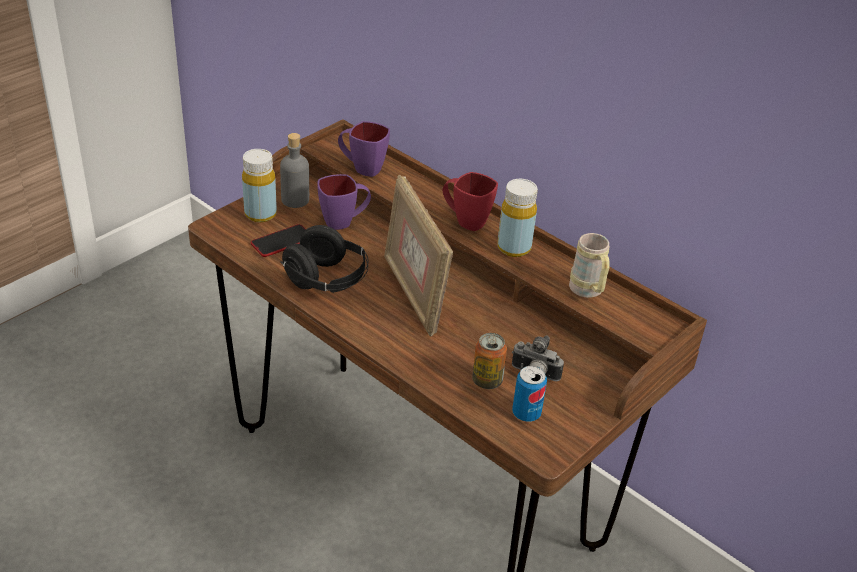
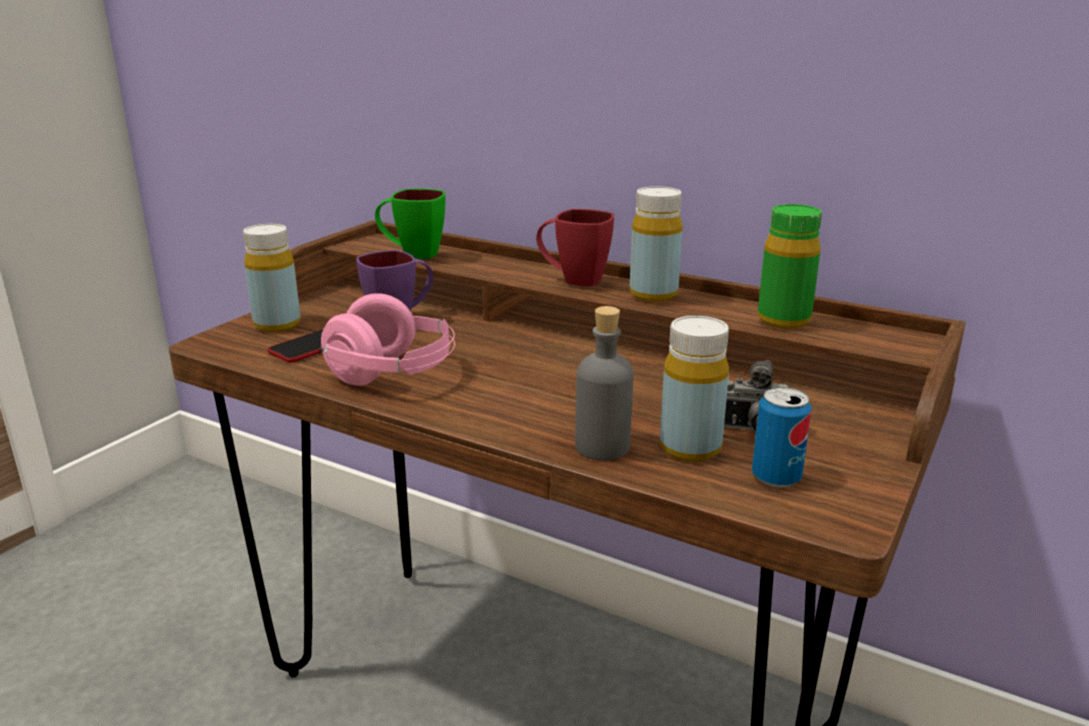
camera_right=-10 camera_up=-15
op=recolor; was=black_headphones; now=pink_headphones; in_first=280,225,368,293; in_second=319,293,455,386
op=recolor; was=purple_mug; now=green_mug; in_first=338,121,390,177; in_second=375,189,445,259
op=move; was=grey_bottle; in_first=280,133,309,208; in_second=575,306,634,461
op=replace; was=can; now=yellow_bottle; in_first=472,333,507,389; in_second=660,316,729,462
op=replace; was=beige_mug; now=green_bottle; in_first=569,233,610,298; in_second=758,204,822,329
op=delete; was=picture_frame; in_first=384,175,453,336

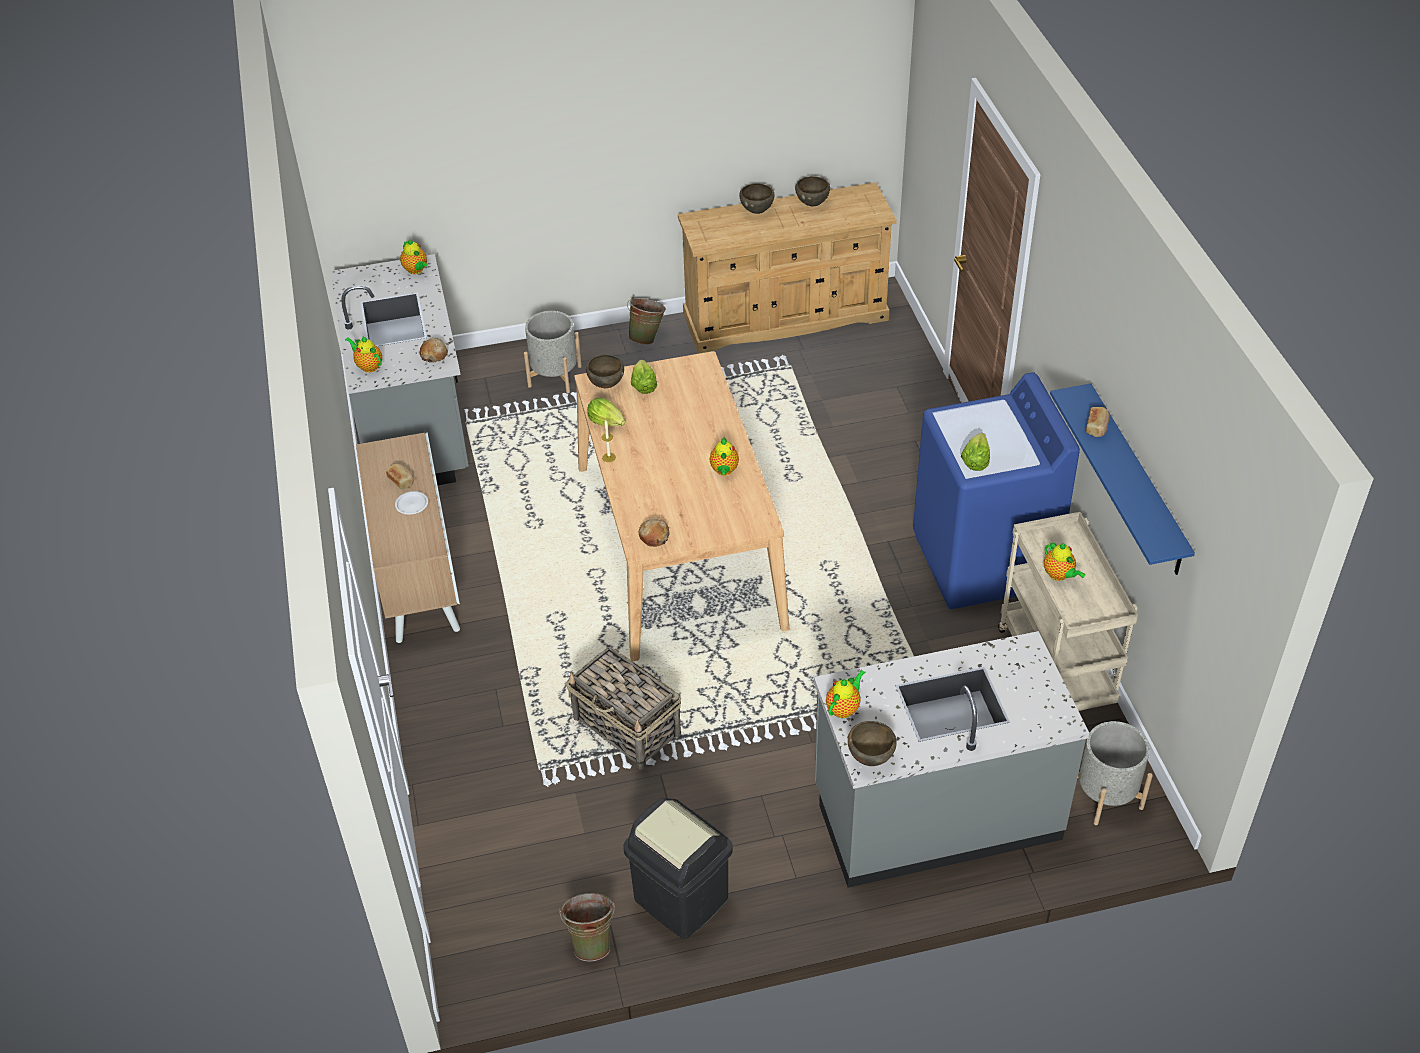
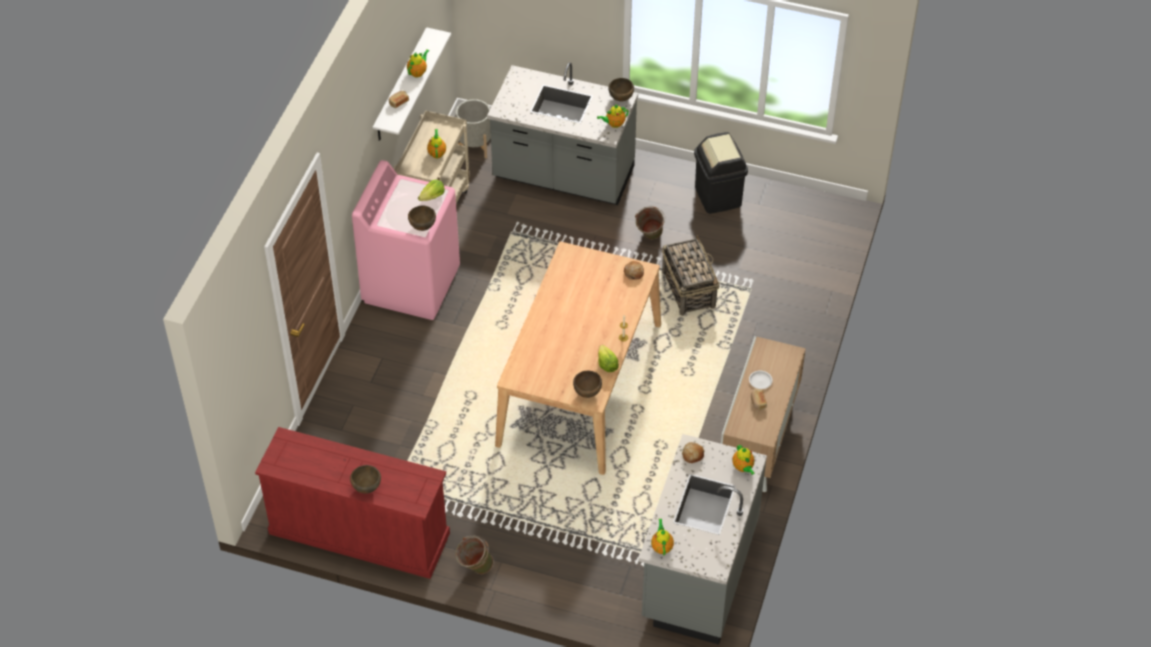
camera_right=-150 camera_up=5
op=recolor; was=beige_dresser; now=red_dresser; in_first=678,182,897,353; in_second=255,427,450,579
op=recolor; was=blue_washing_machine; now=pink_washing_machine; in_first=913,372,1080,609; in_second=352,160,460,320
op=recolor; was=blue_shelf; now=white_shelf; in_first=1050,383,1195,575; in_second=373,27,451,141
op=move; was=teapot; in_first=710,437,739,475; in_second=407,50,429,77
op=move; was=brown_bowl; in_first=795,176,830,207; in_second=408,205,436,231
op=move; was=green_bucket; in_first=559,893,615,961; in_second=635,207,665,239
op=delete; was=grey_planter; in_first=524,311,582,393
op=delete; was=lettuce; in_first=631,360,657,394

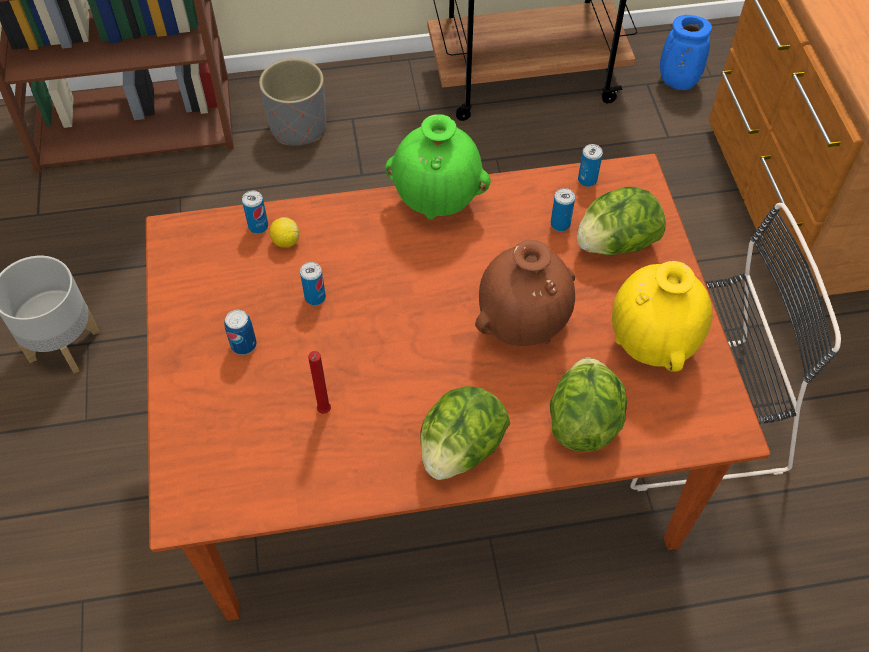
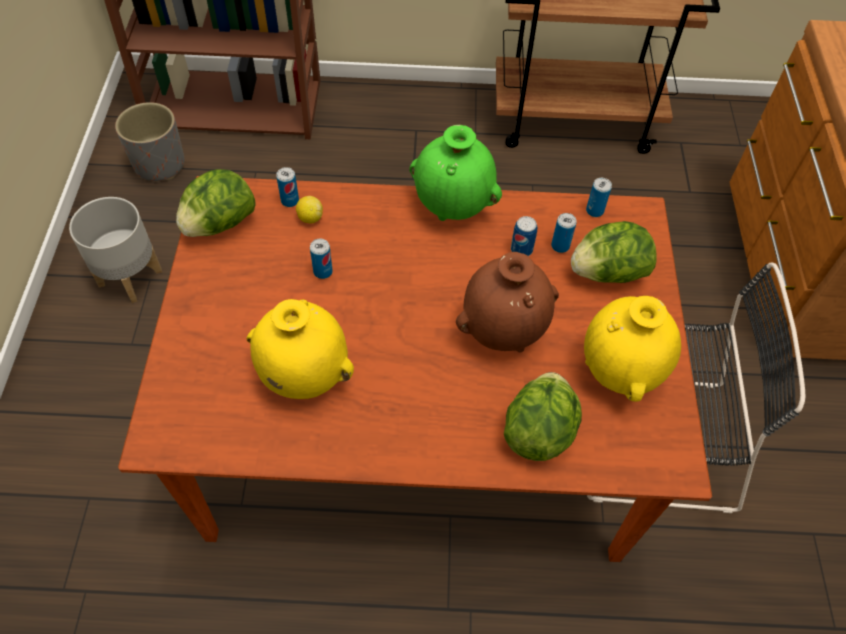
camera_right=10 camera_up=0
op=move; was=grey_planter; in_first=259,58,326,145; in_second=115,102,185,181
op=move; was=lettuce; in_first=420,386,510,480; in_second=176,169,256,237
op=replace; was=red_candle; now=yellow_vase; in_first=308,351,331,414; in_second=247,299,354,399
op=move; was=can; in_first=224,310,257,355; in_second=511,216,537,256
op=delete; was=blue_vase; in_first=660,15,712,90

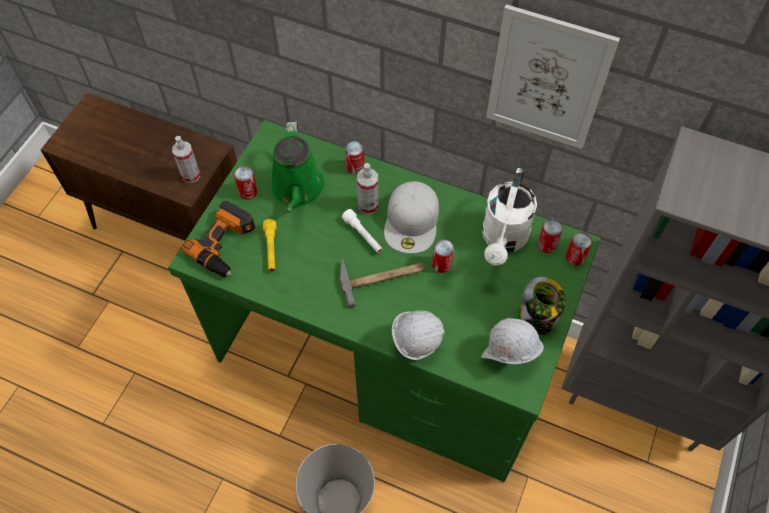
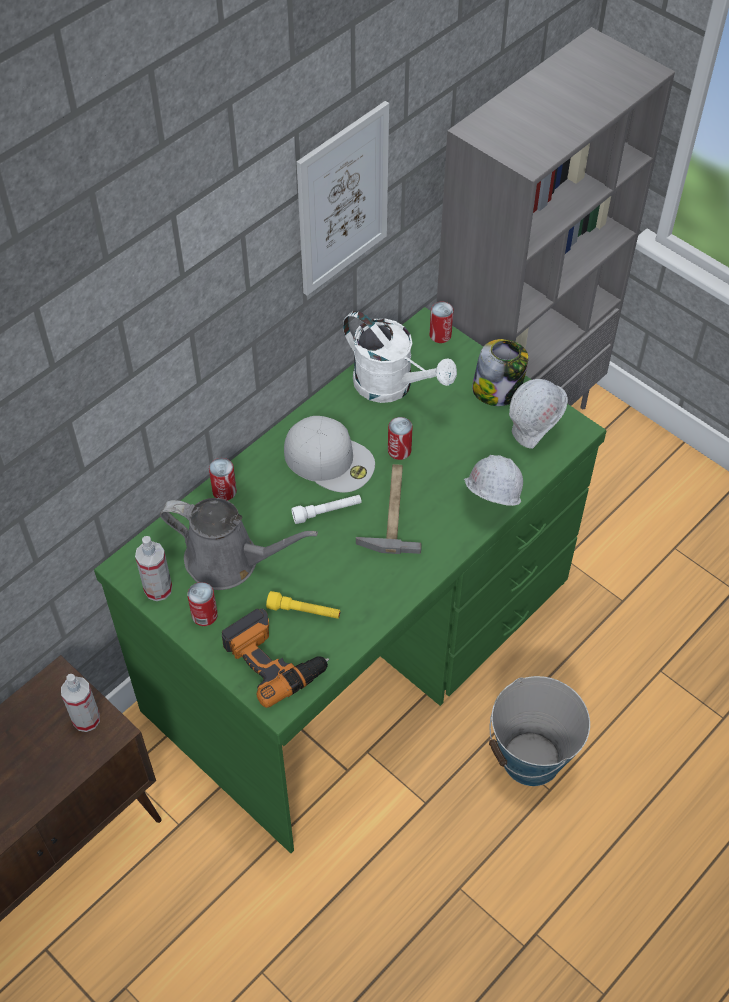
camera_right=-70 camera_up=-5
op=move; was=spray_bottle; in_first=357,163,378,215; in_second=135,536,172,601
op=recolor; was=green_watering_can; now=grey_watering_can; in_first=270,122,325,213; in_second=160,498,318,590
op=delete; was=can; in_first=537,219,563,253

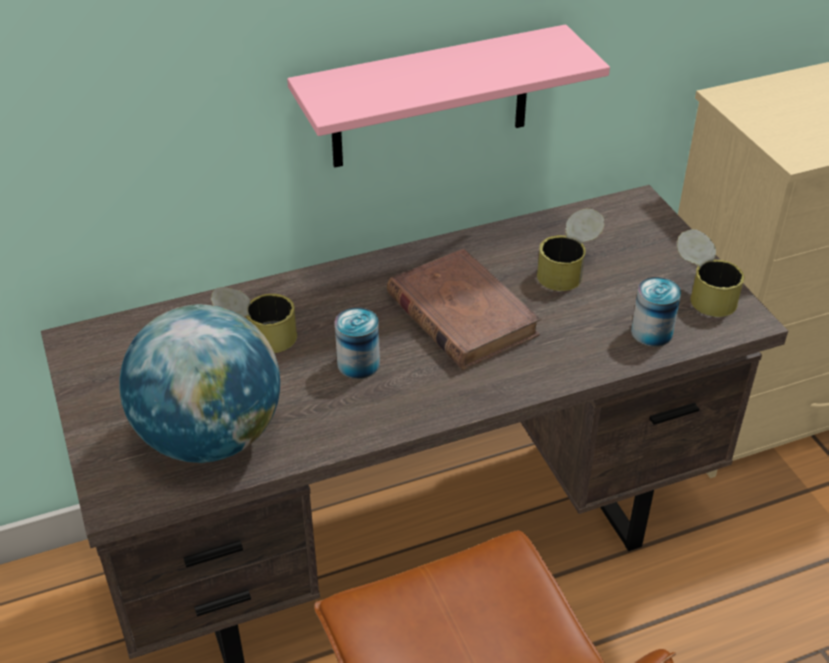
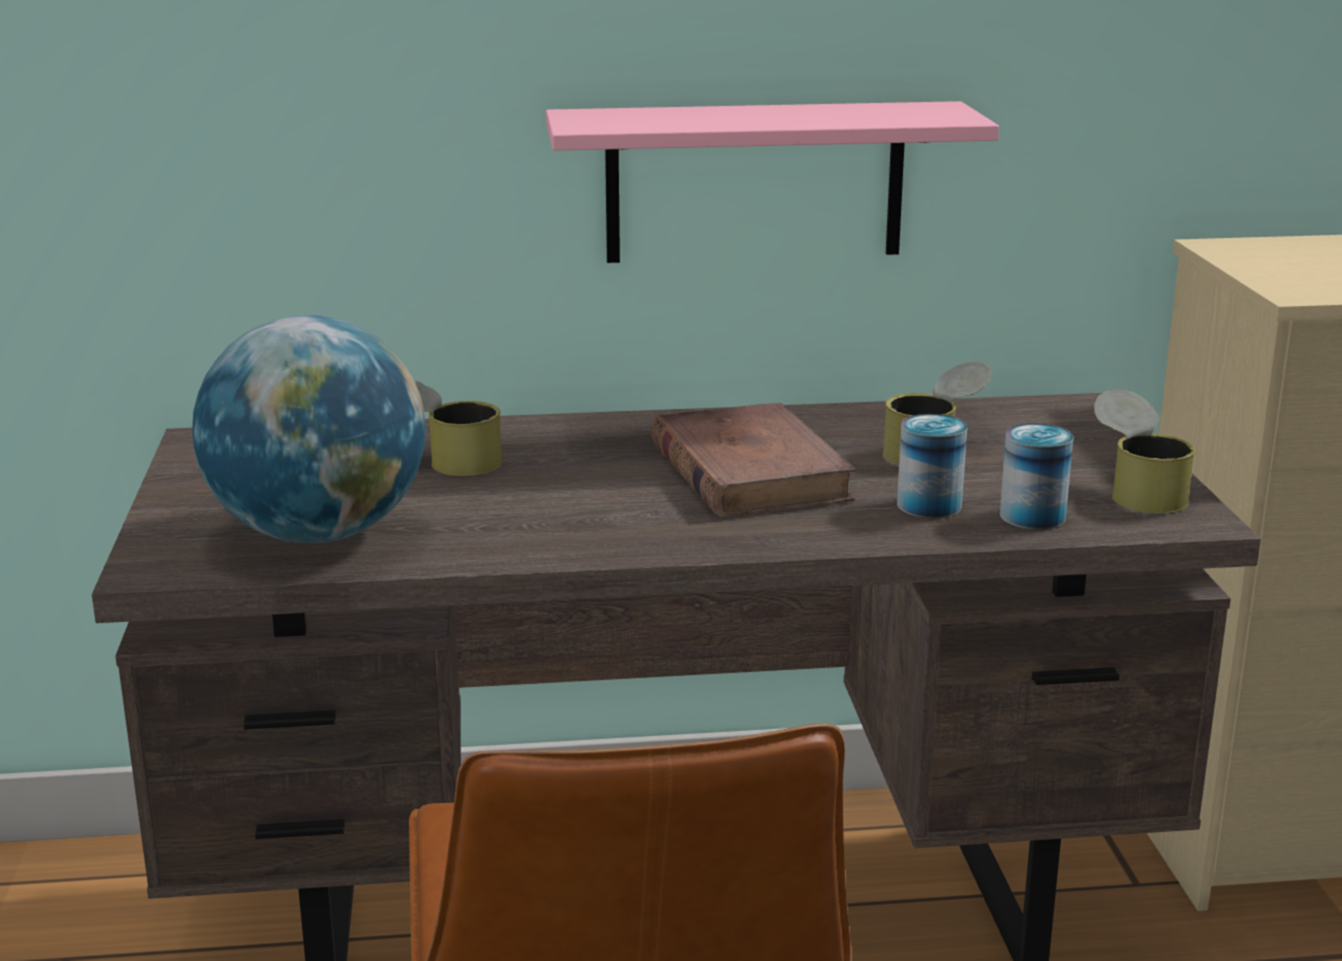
camera_right=15 camera_up=-20
op=move; was=can; in_first=335,307,380,379; in_second=897,414,967,518

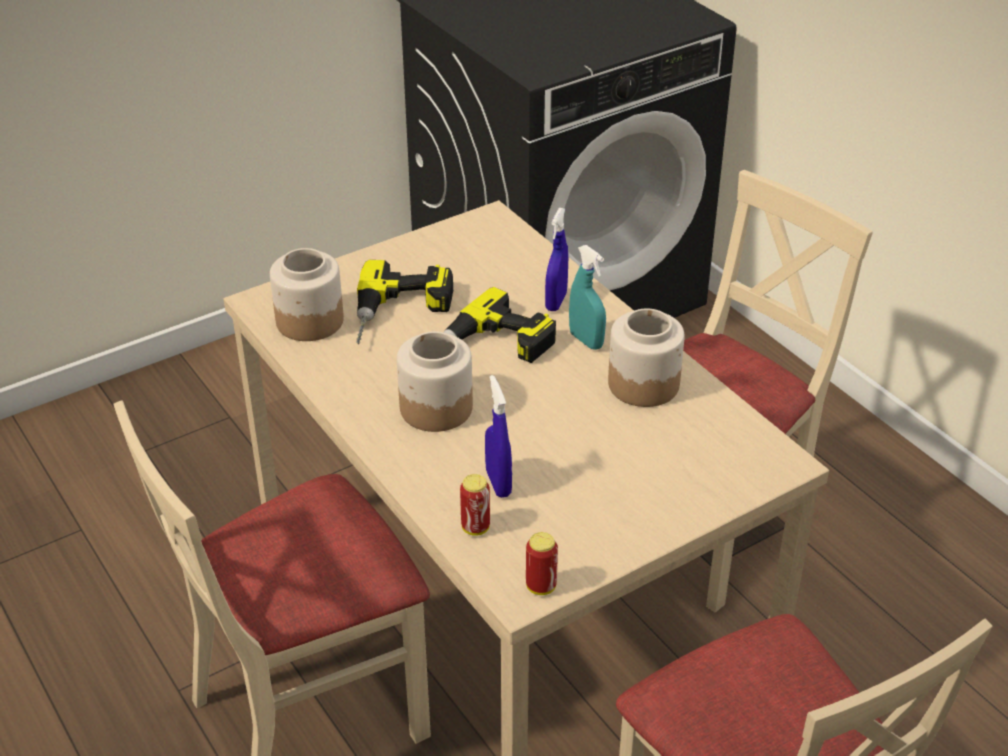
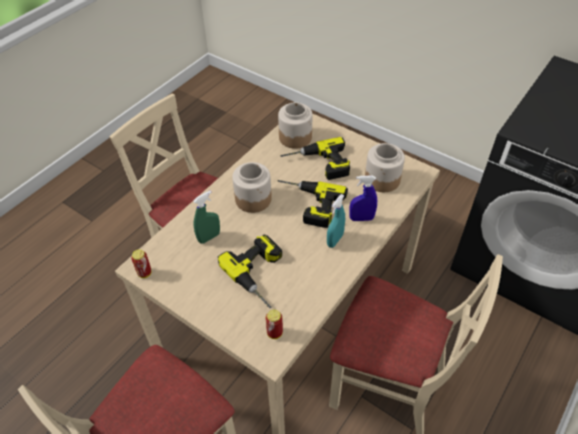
camera_right=70 camera_up=10
op=recolor; was=blue_spray_bottle; now=green_spray_bottle; in_first=485,375,512,498; in_second=193,191,220,244
op=insert; now=power_drill; in_second=218,234,282,308
op=move; was=can; in_first=460,474,490,536; in_second=266,310,283,339
op=move; was=jar; in_first=608,308,685,407; in_second=365,143,405,192

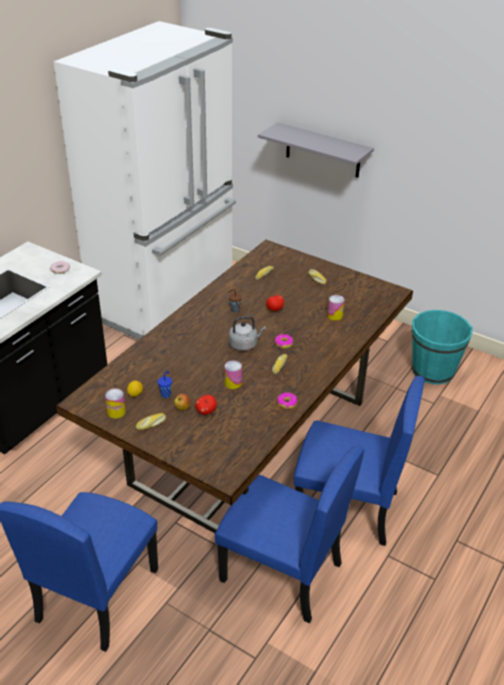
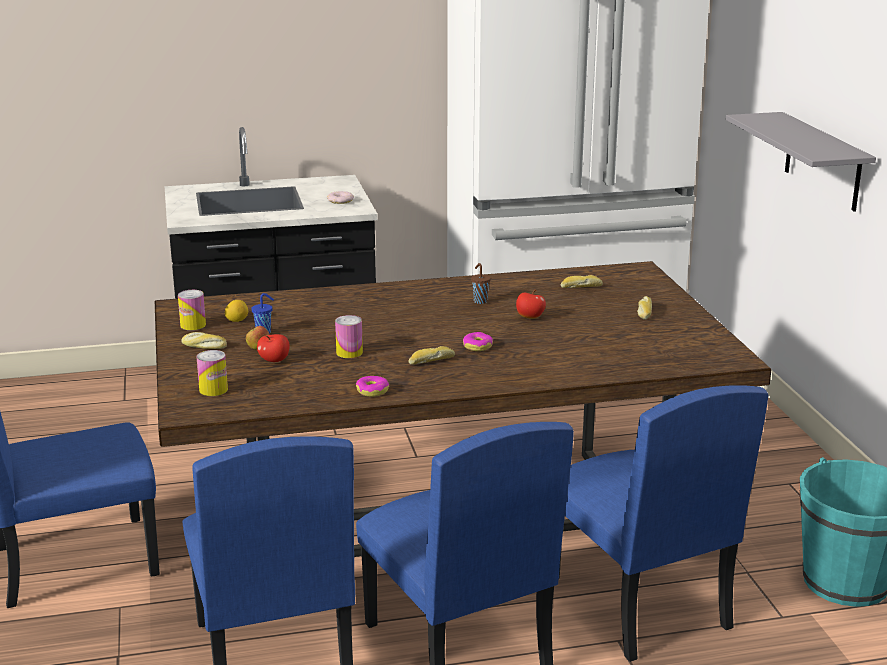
camera_right=45 camera_up=-15
op=move; was=can; in_first=327,295,344,321; in_second=197,350,228,396
op=insert; now=blue_chair; in_second=559,385,768,662
op=delete; was=grey_kettle; in_first=229,316,266,351

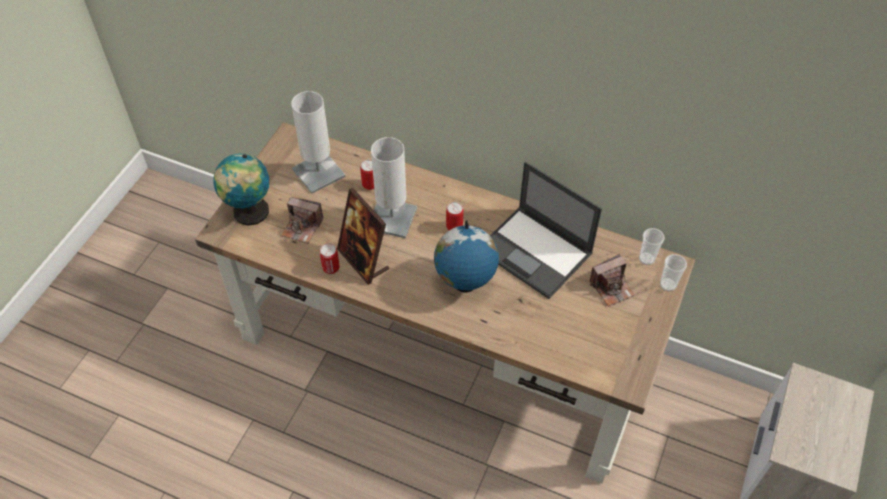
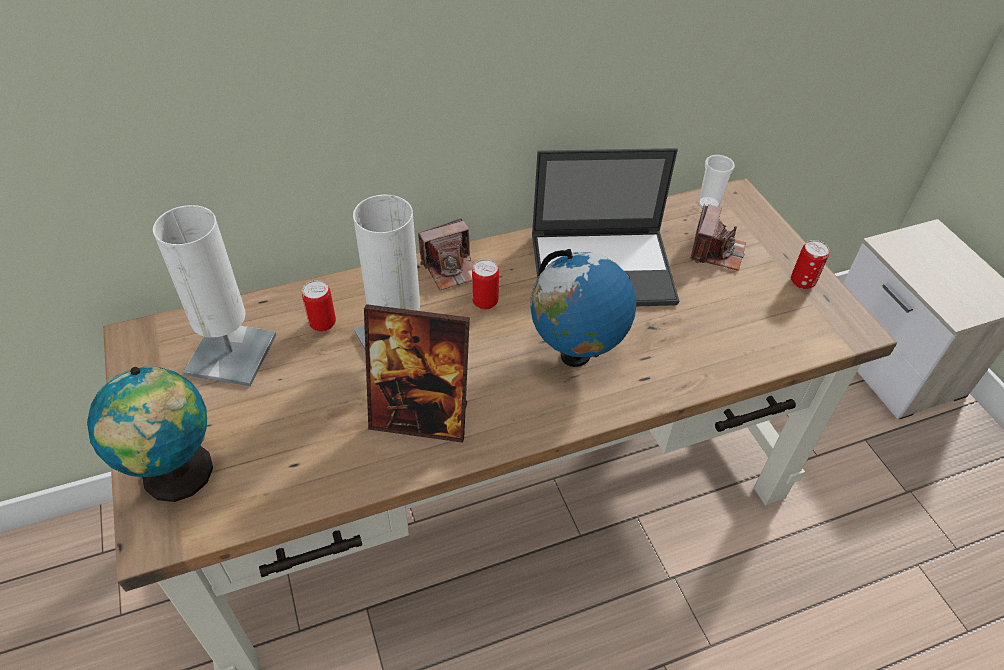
camera_right=-45 camera_up=-5
op=move; was=photo_camera; in_first=281,197,323,244; in_second=418,218,474,290
op=move; was=can; in_first=320,243,340,274; in_second=791,240,829,289
op=delete; was=cup; in_first=660,254,687,291

